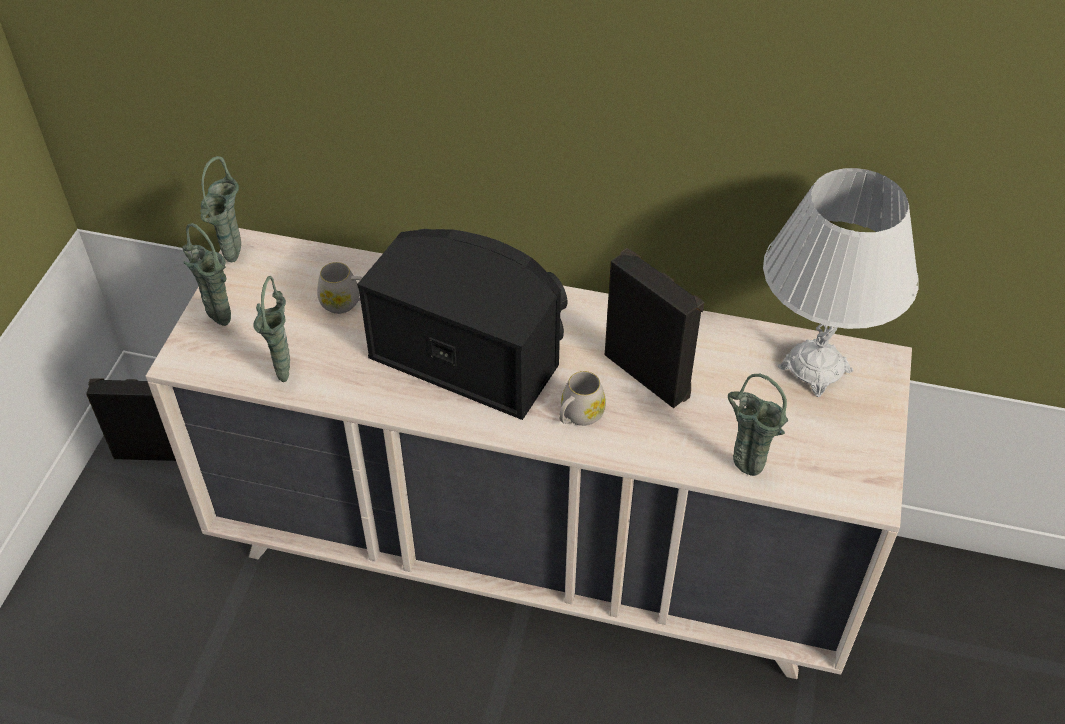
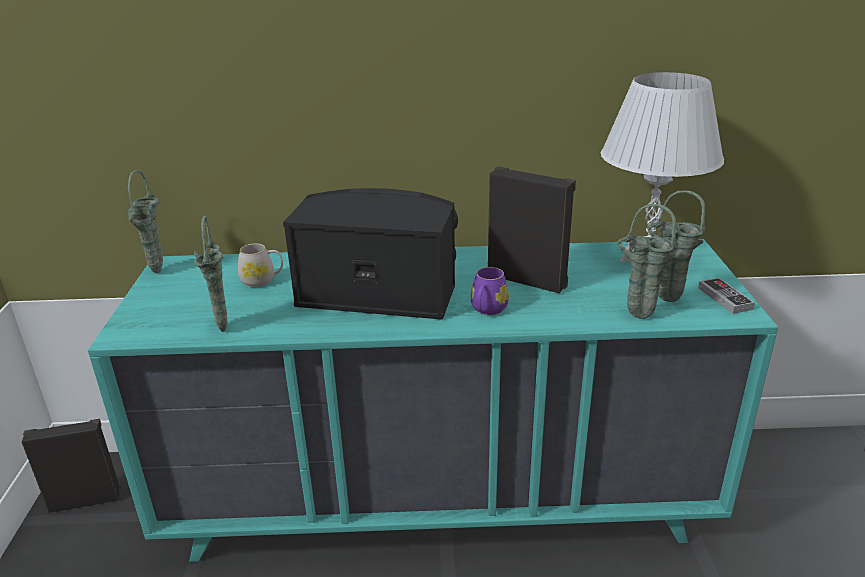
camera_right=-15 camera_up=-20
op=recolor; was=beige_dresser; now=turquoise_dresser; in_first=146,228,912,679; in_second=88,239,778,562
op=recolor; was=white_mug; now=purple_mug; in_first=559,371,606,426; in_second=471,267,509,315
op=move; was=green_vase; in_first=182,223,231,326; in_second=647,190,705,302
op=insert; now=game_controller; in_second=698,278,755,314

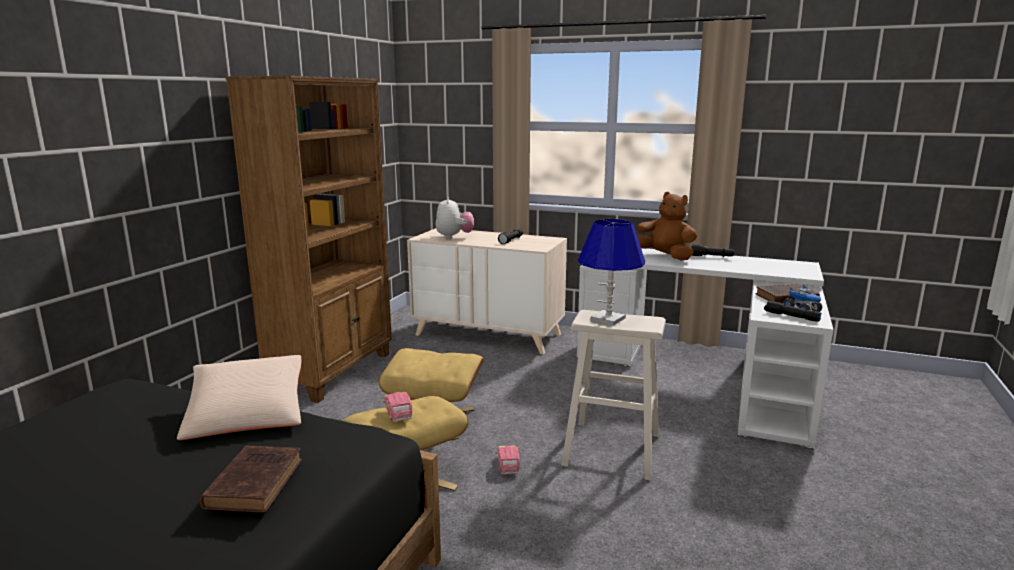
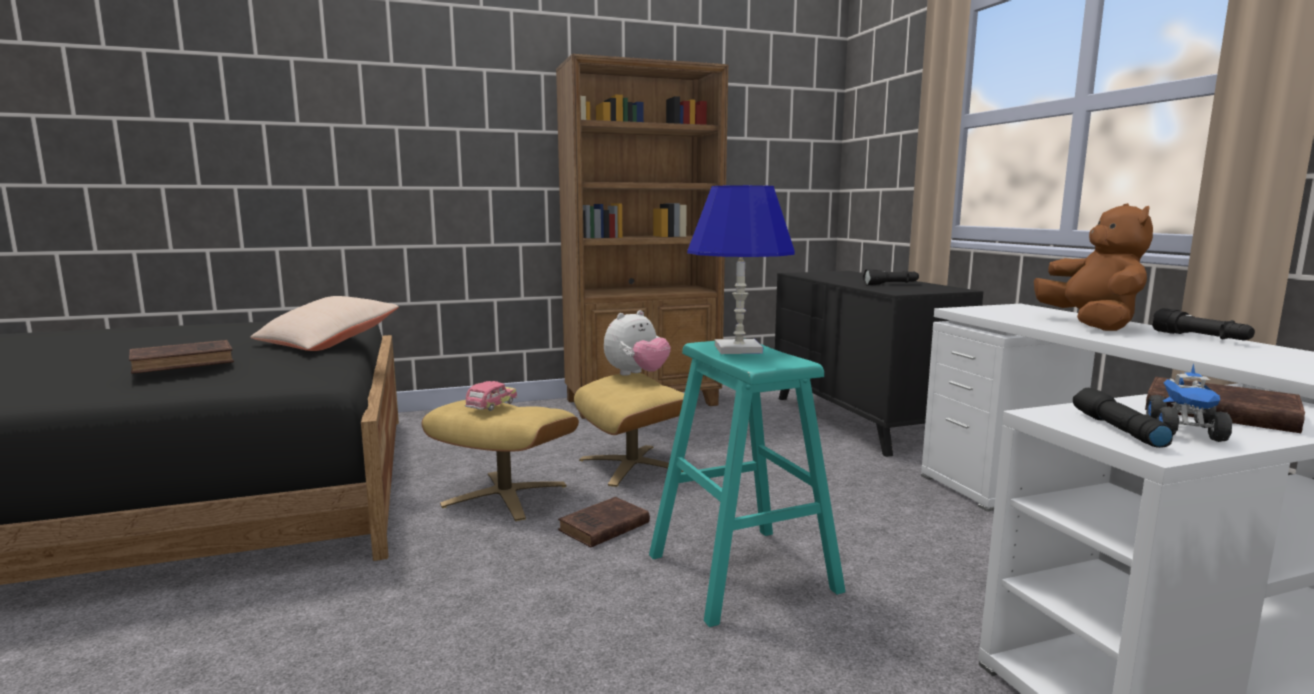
camera_right=50 camera_up=-5
op=replace; was=toy_car; now=brown_book; in_first=496,446,520,474; in_second=558,497,650,548
op=move; was=plush_toy; in_first=436,197,474,239; in_second=604,310,671,376
op=recolor; was=beige_stool; now=turquoise_stool; in_first=561,310,666,481; in_second=649,341,846,627
op=recolor; was=beige_dresser; now=black_dresser; in_first=407,228,567,354; in_second=775,271,983,457

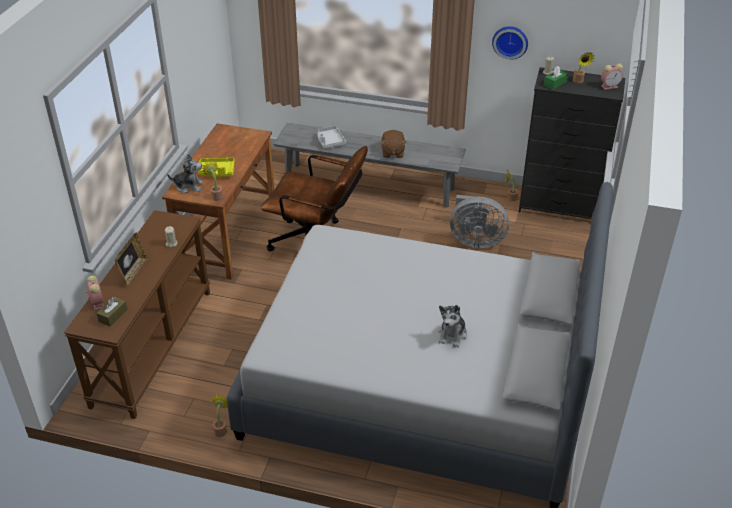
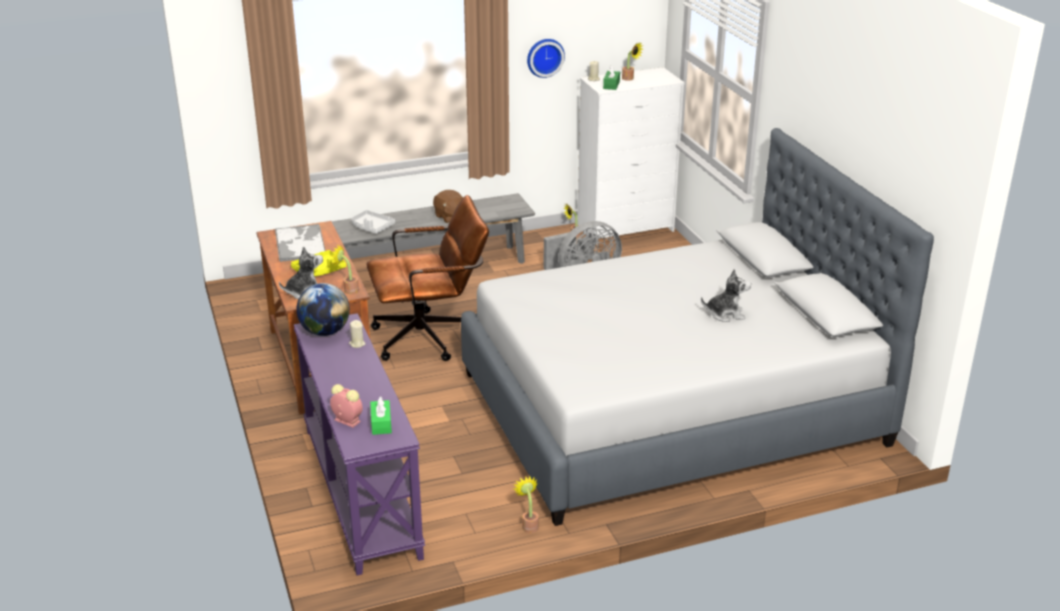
camera_right=-35 camera_up=-10
op=insert; now=tray; in_second=275,224,325,262
op=recolor; was=brown_console_table; now=purple_console_table; in_first=64,210,210,419; in_second=294,313,425,575
op=insert; now=globe; in_second=296,283,350,336
op=recolor; was=brown_tissue_box; now=green_tissue_box; in_first=97,297,128,326; in_second=370,397,392,435
op=recolor; was=black_dresser; now=white_dresser; in_first=519,67,625,219; in_second=577,67,685,245
op=rotate; was=plush_toy; in_first=439,305,467,348; in_second=701,269,751,322; clockwise=-75
op=delete; was=picture_frame; in_first=115,232,148,286
op=delete; was=alarm_clock; in_first=601,64,623,90

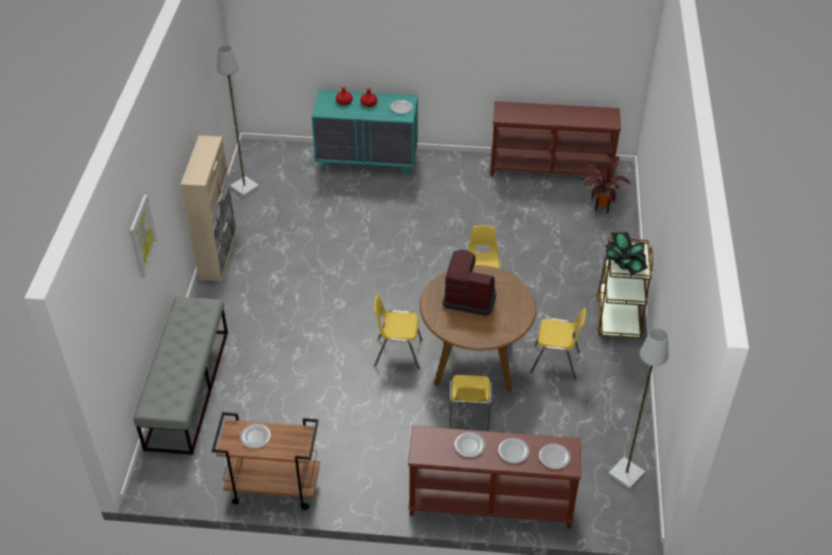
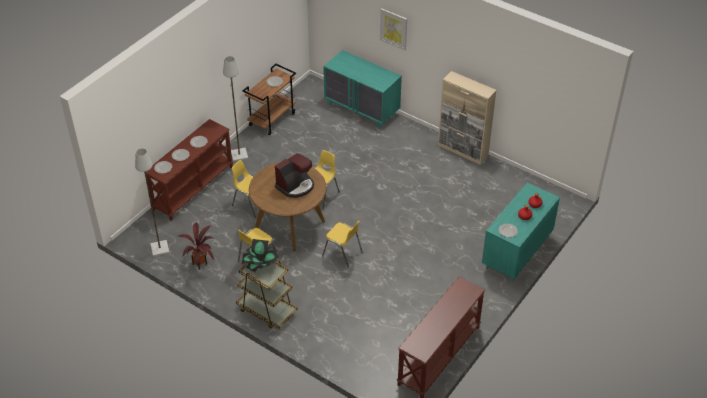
camera_right=120 camera_up=0
op=move; was=potted_plant; in_first=580,156,632,213; in_second=178,222,215,270
op=move; was=grey_floor_lamp; in_first=217,45,259,197; in_second=223,56,248,162
op=replace; was=grey_bench; now=turquoise_dresser; in_first=133,297,228,455; in_second=323,50,402,129

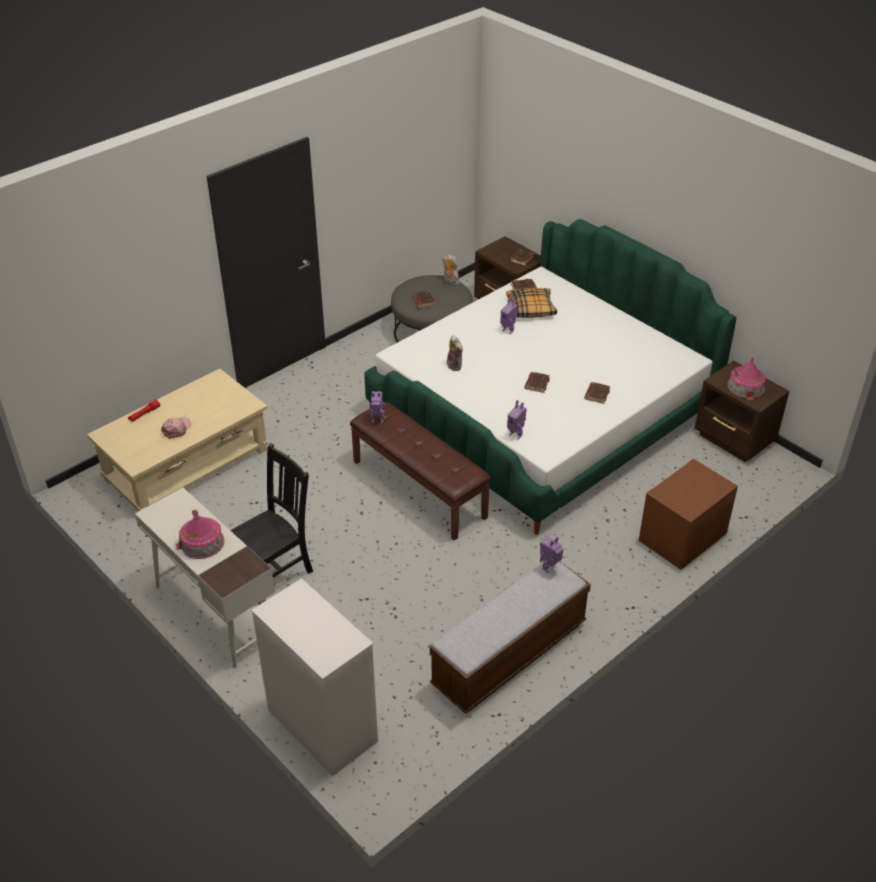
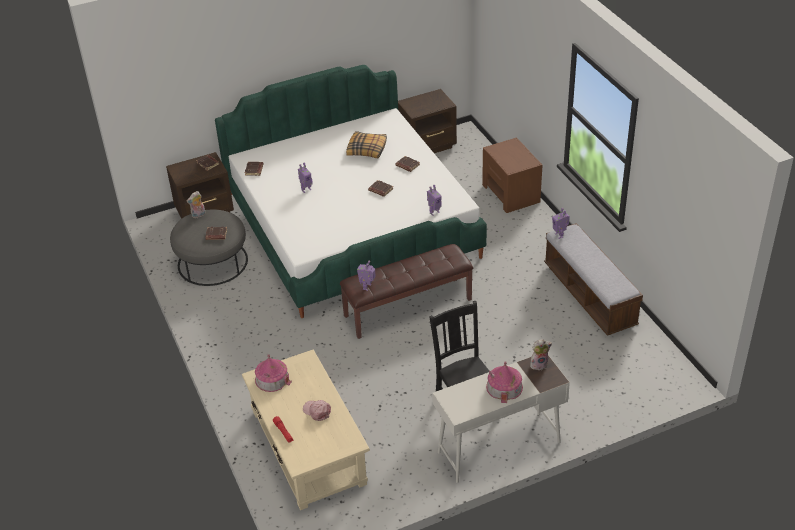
camera_right=-70 camera_up=0
op=move; was=toy_house; in_first=727,357,766,400; in_second=255,354,292,392
op=move; was=pillow; in_first=506,288,557,318; in_second=346,131,387,158
op=move; was=plush_toy; in_first=447,335,463,371; in_second=530,339,552,370
op=delete; was=white_dresser; in_first=251,578,378,776

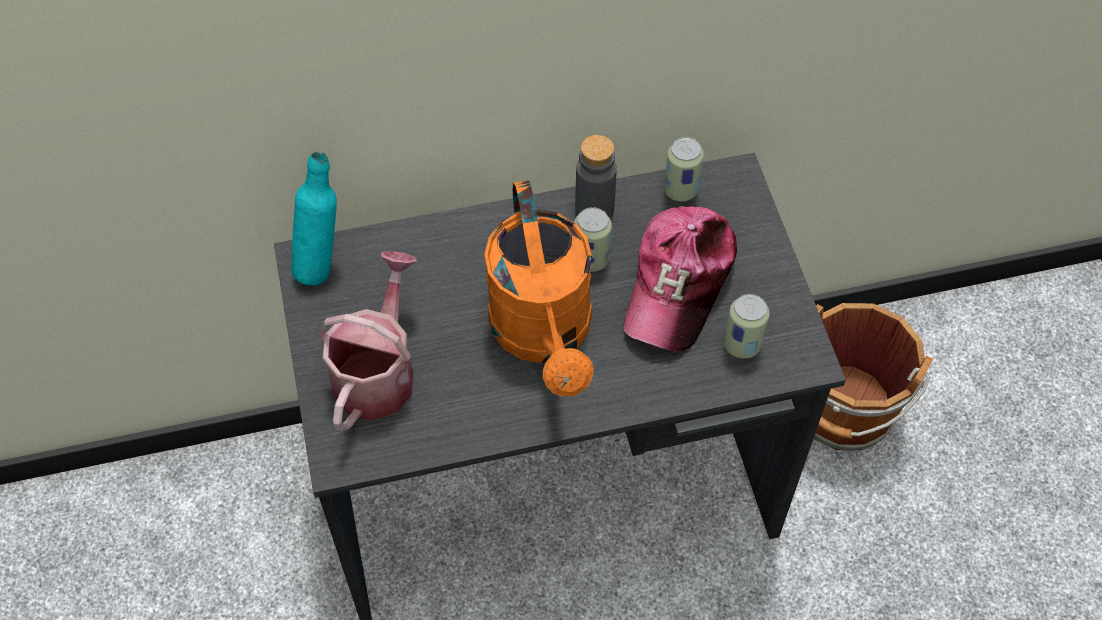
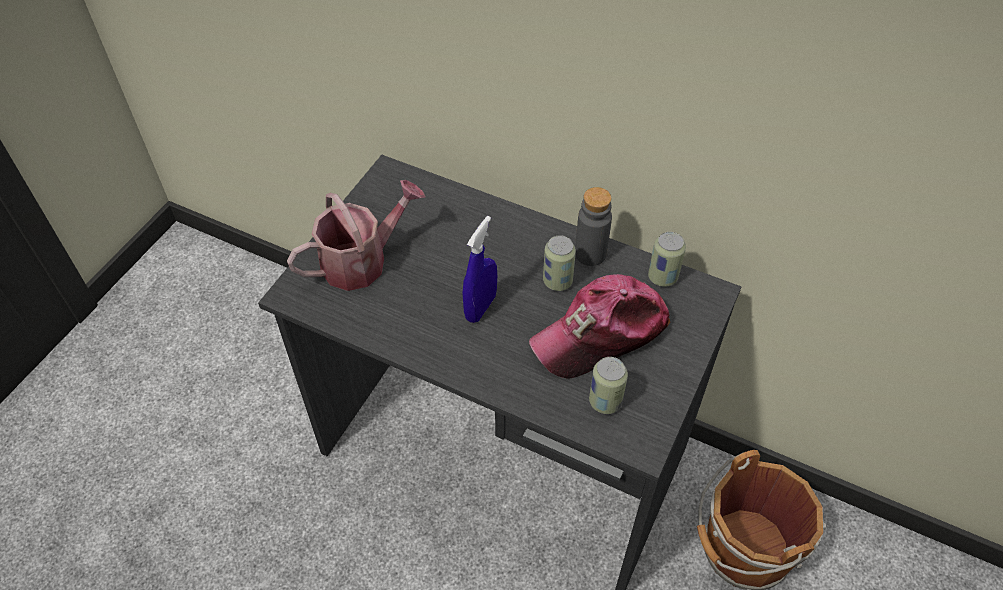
camera_right=40 camera_up=-5
op=replace; was=orange_watering_can; now=blue_spray_bottle; in_first=484,180,594,397; in_second=463,216,497,323
op=delete; was=turquoise_bottle; in_first=291,152,337,286

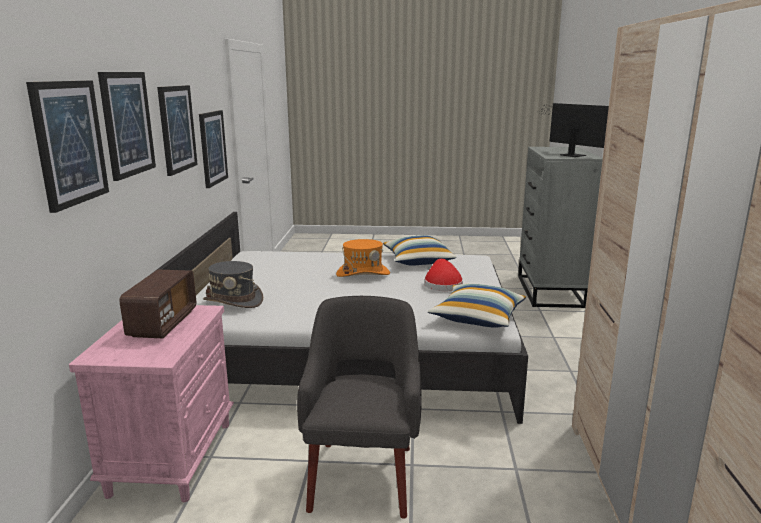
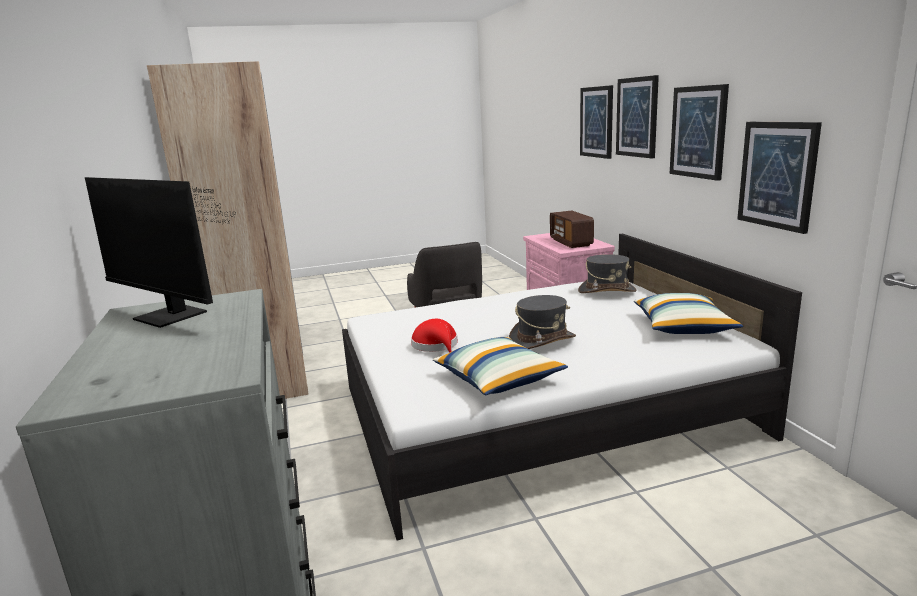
camera_right=160 camera_up=0
op=recolor; was=orange_hat; now=grey_hat; in_first=336,239,390,277; in_second=509,295,576,349
op=move; was=pillow; in_first=428,284,526,328; in_second=634,293,743,334

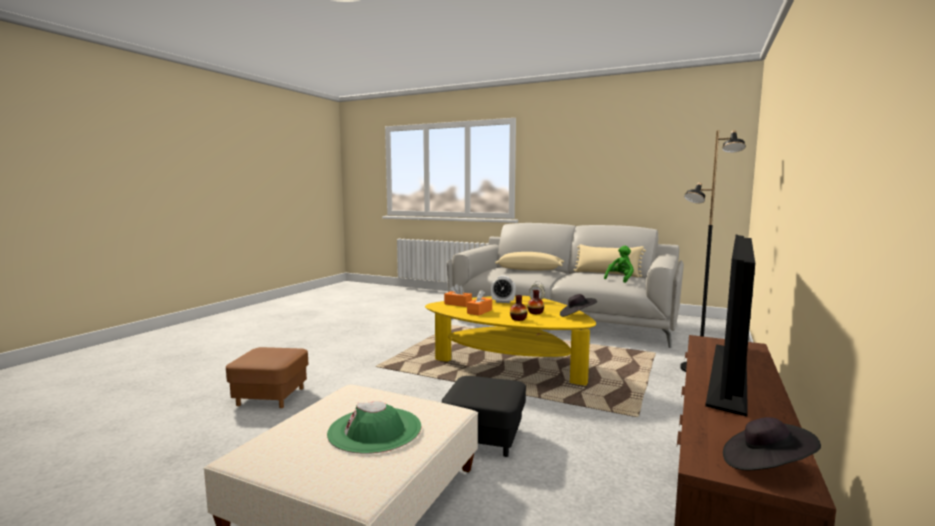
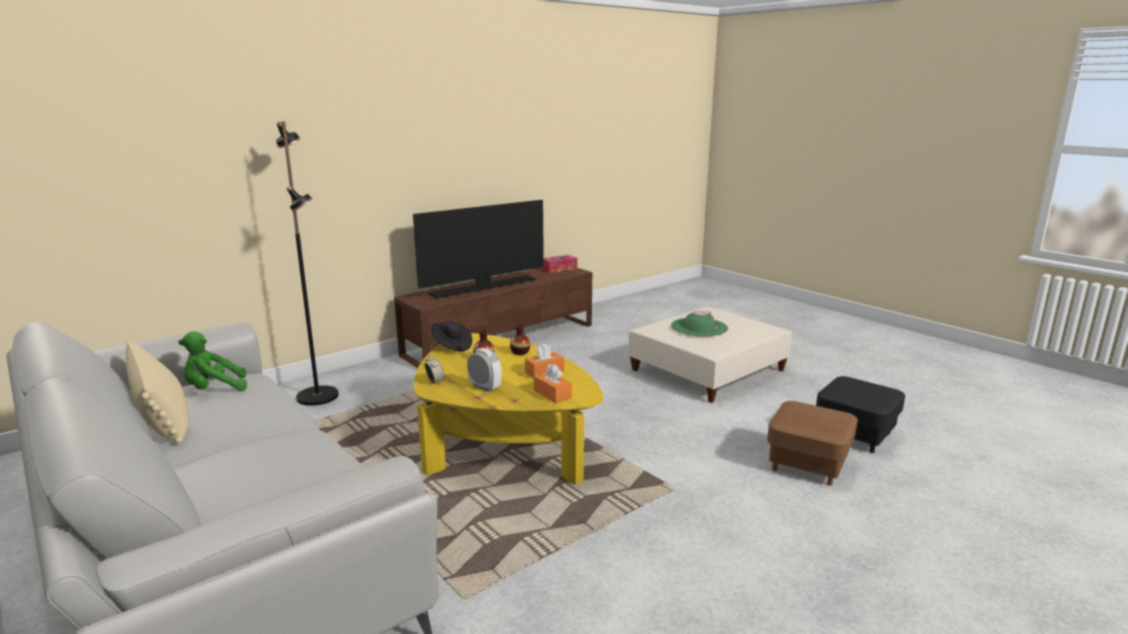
camera_right=-155 camera_up=10
op=replace; was=black_hat; now=tissue_box; in_first=723,417,821,471; in_second=541,255,577,273
op=move; was=black_ottoman; in_first=442,376,526,457; in_second=816,376,905,453
op=delete; was=beige_pillow; in_first=495,252,564,271

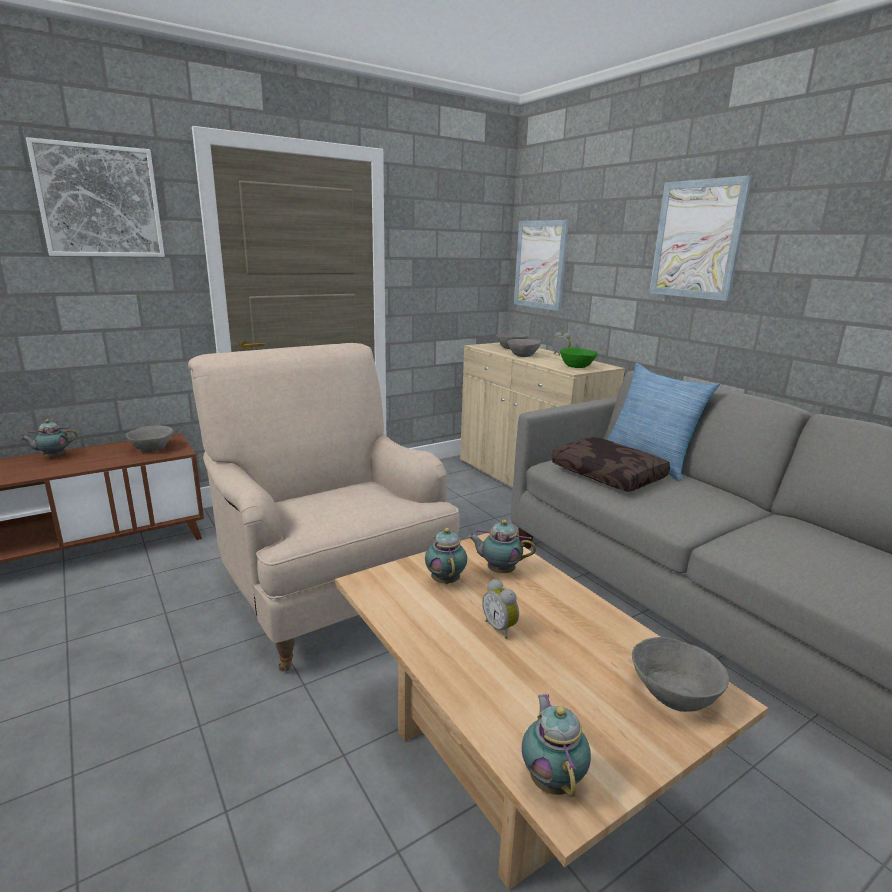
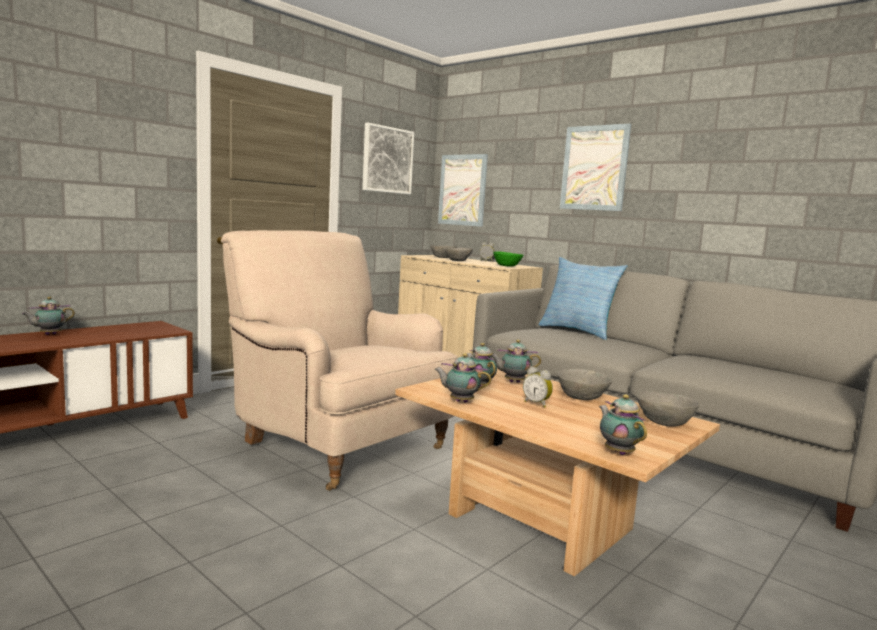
camera_right=-15 camera_up=-10
op=move; was=picture; in_first=26,137,165,257; in_second=362,123,414,194
op=insert; now=teapot; in_second=434,353,491,403
op=move; was=grey_bowl; in_first=126,425,173,452; in_second=557,368,612,400
op=delete; was=brown_pillow; in_first=552,437,670,492

